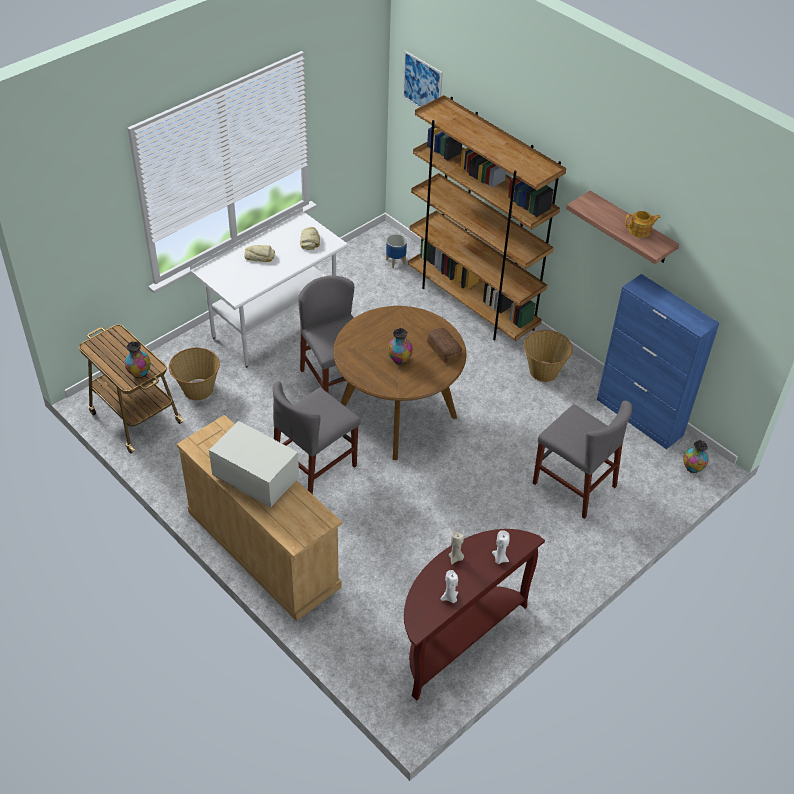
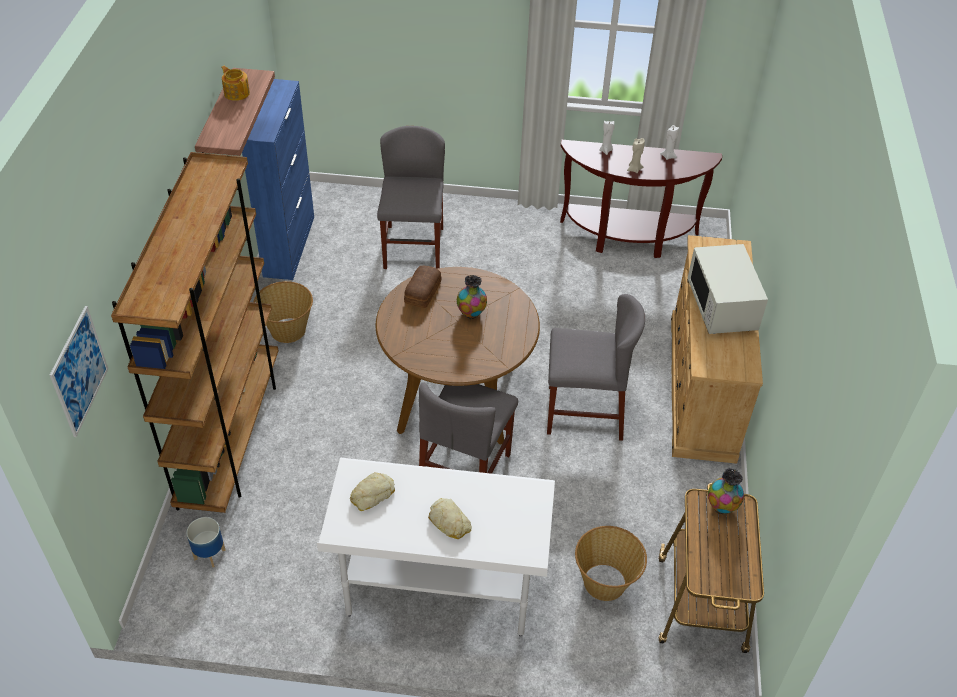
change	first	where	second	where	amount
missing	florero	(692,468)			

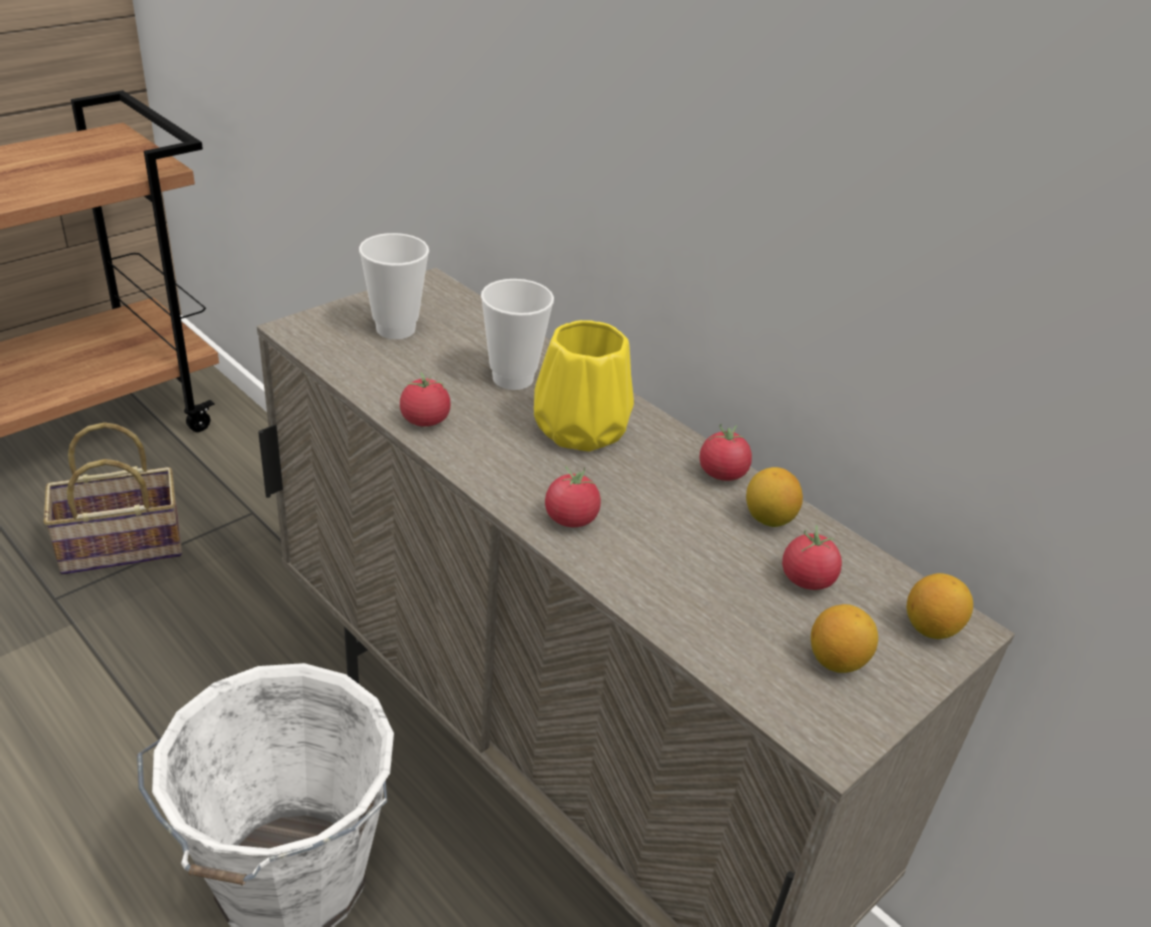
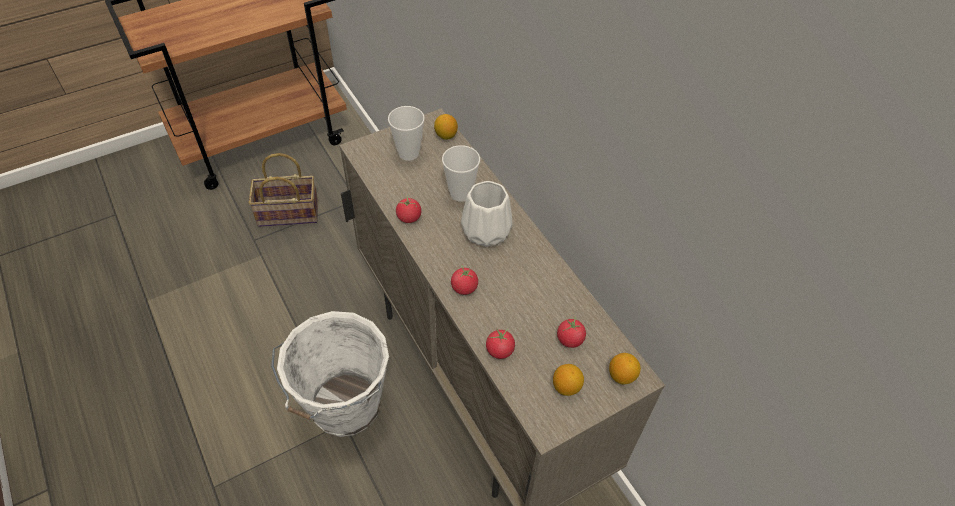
change	first	where	second	where	amount
relocated	limón	(768,519)		(446,135)	
colour	florero/amarillo	(577,429)	florero/blanco	(484,231)	
relocated	tomate	(722,474)		(499,350)	

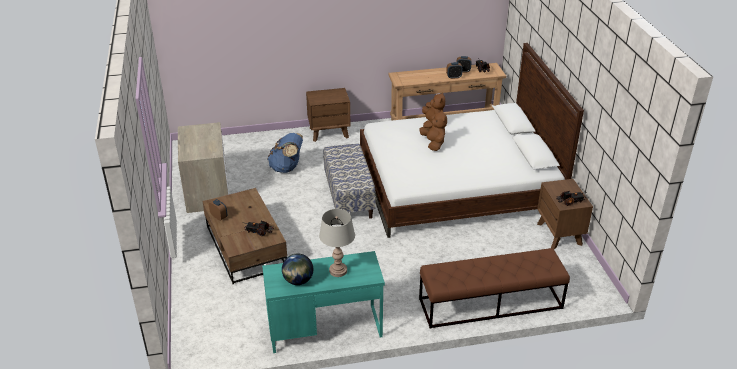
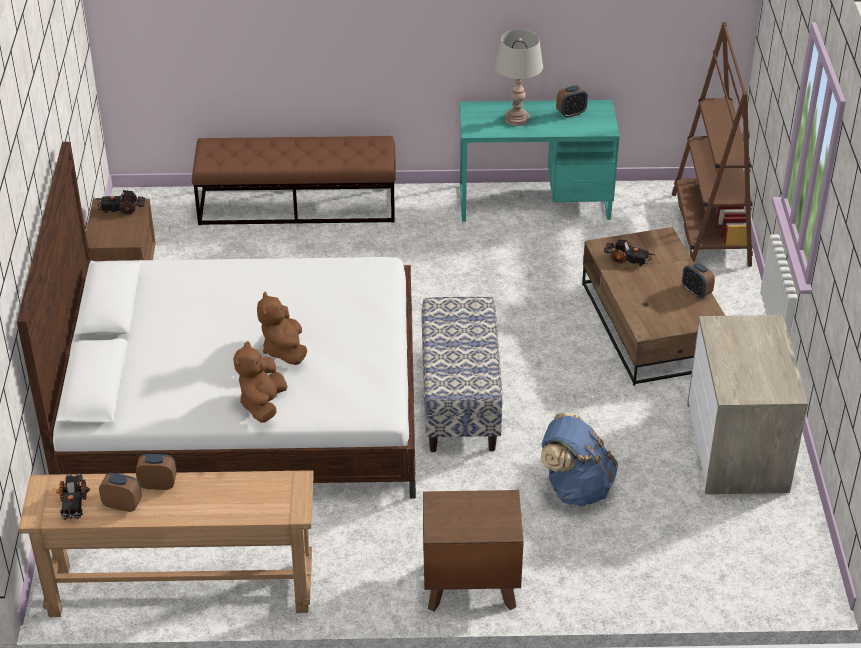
change	first	where	second	where	amount
exchanged	globo terráqueo	(298,281)	despertador	(571,113)	
appeared			estantería/marrón	(710,230)	

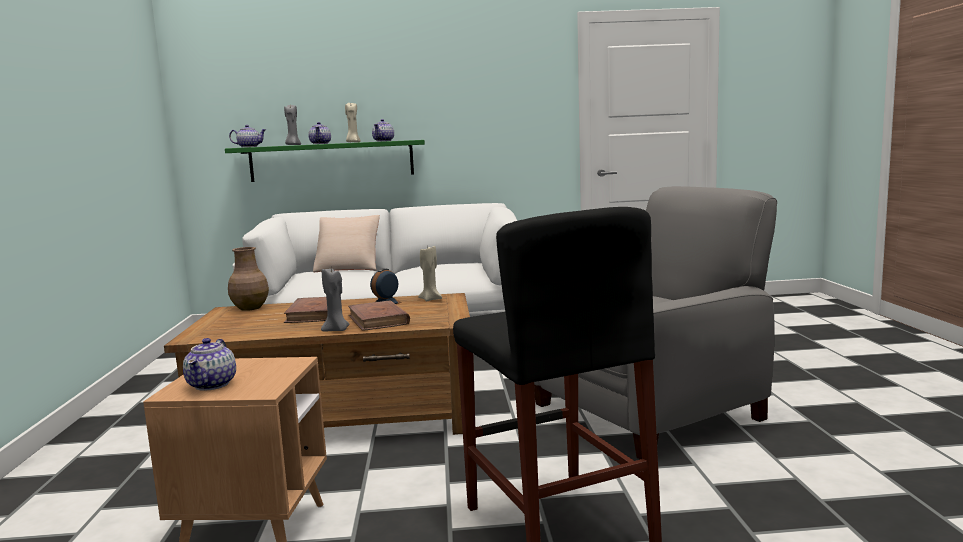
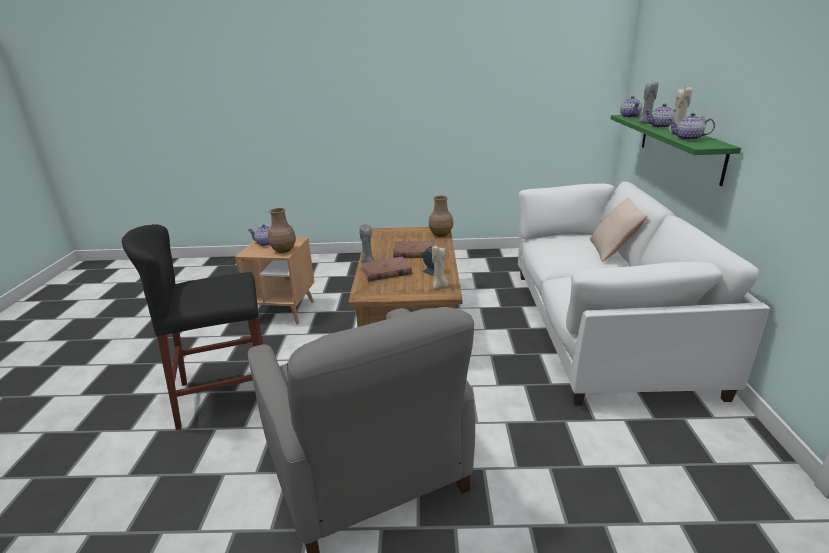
change	first	where	second	where	amount
appeared			florero/marrón	(283,250)	

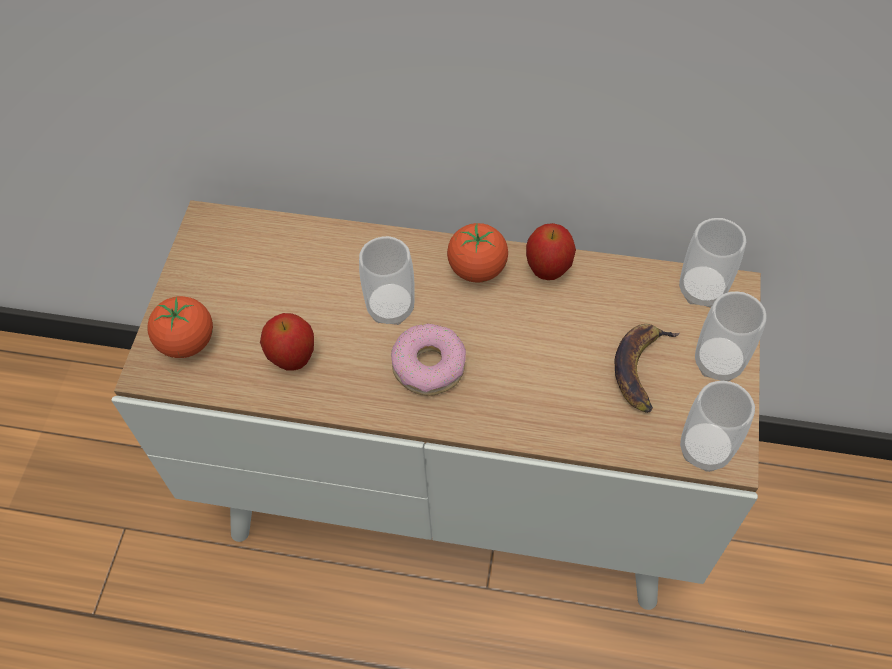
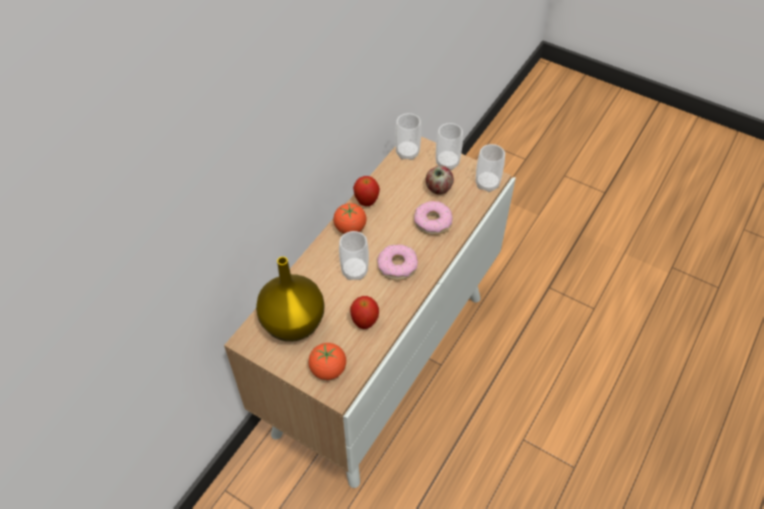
change	first	where	second	where	amount
appeared			florero/amarillo	(292,323)	
appeared			rosquilla	(433,222)	
exchanged	plátano	(642,369)	manzana	(438,189)	

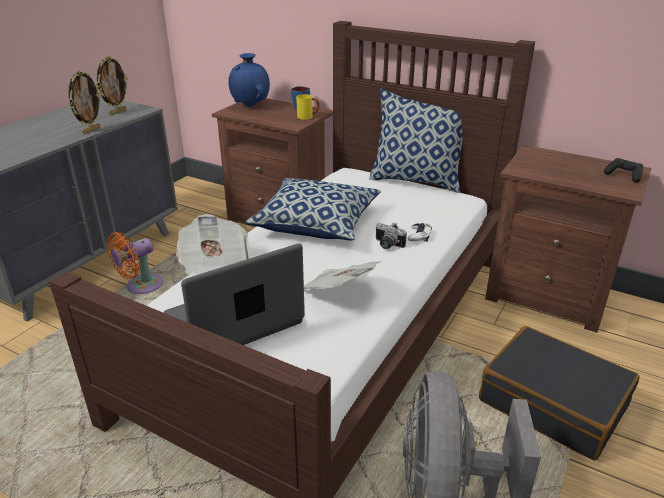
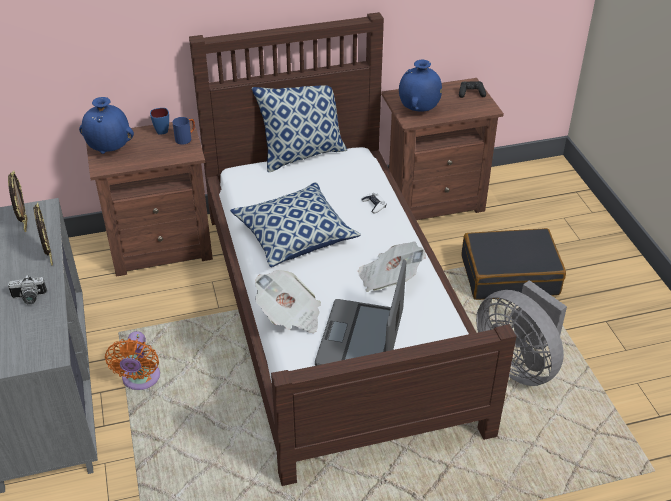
change	first	where	second	where	amount
relocated	cámara	(387,245)		(29,298)	
colour	taza grande/amarillo	(308,117)	taza grande/azul	(186,139)	
appeared			florero/azul	(418,110)	

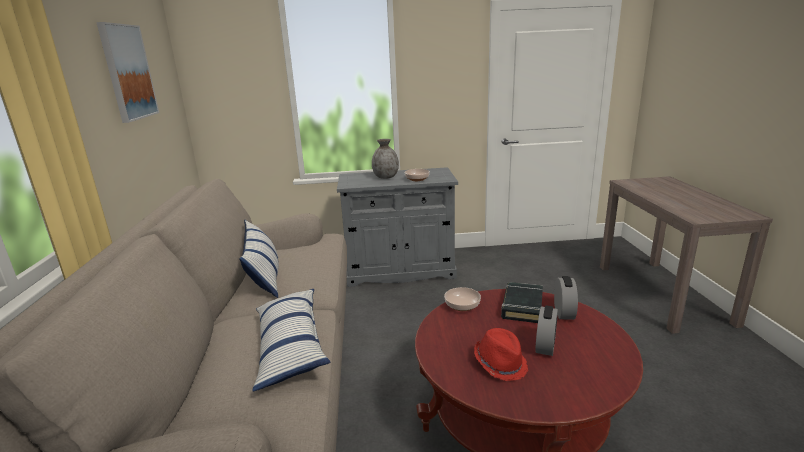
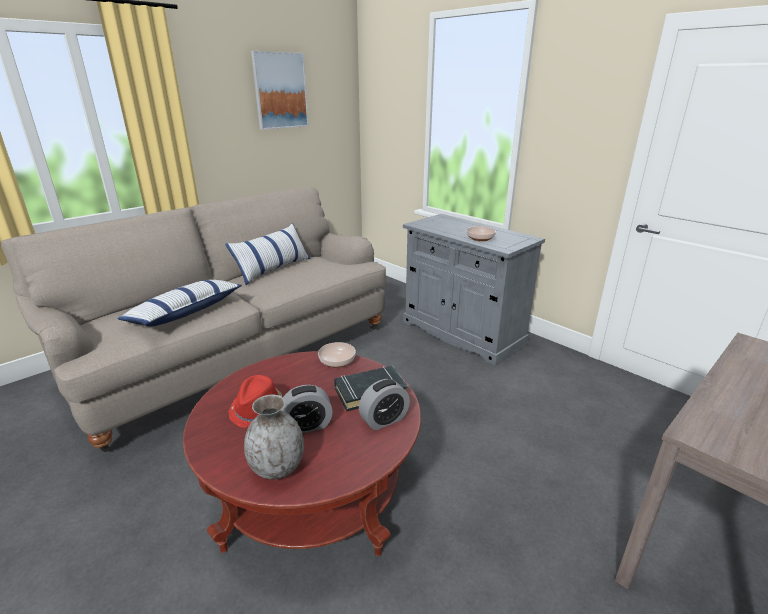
change	first	where	second	where	amount
relocated	florero/gris	(386,177)		(277,468)	

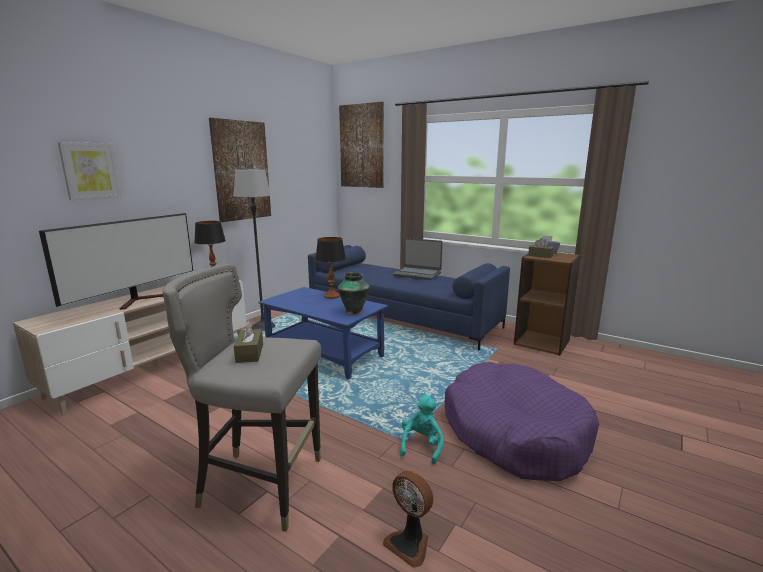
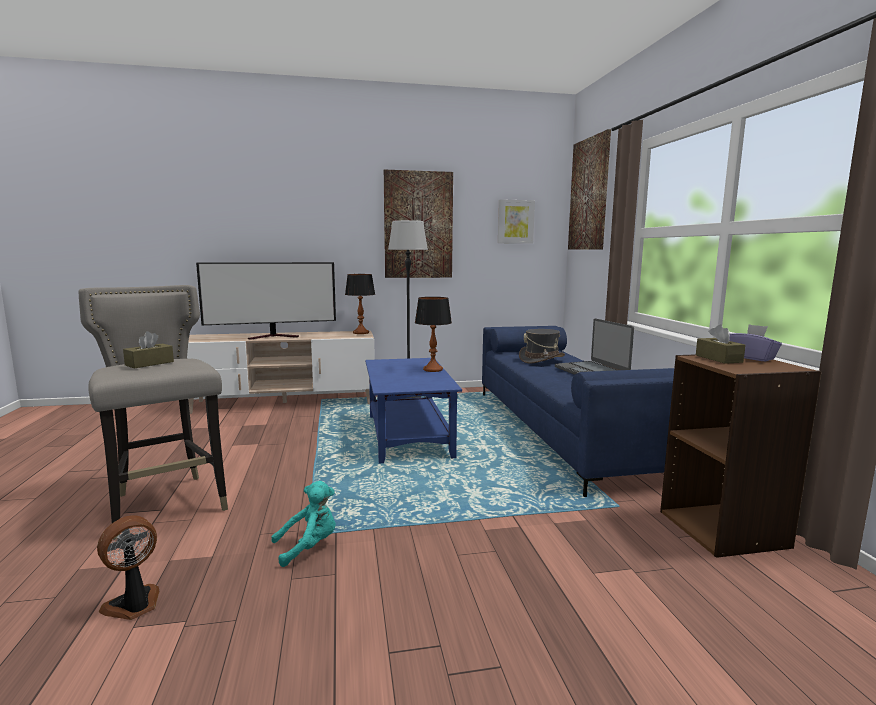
change	first	where	second	where	amount
spun	ventilador	(409,543)		(134,605)	45 degrees clockwise
relocated	cuadro	(90,171)		(515,221)	
appeared			sombrero/gris	(541,359)	
missing	florero	(354,311)			
missing	cama para perro/morado	(514,433)			

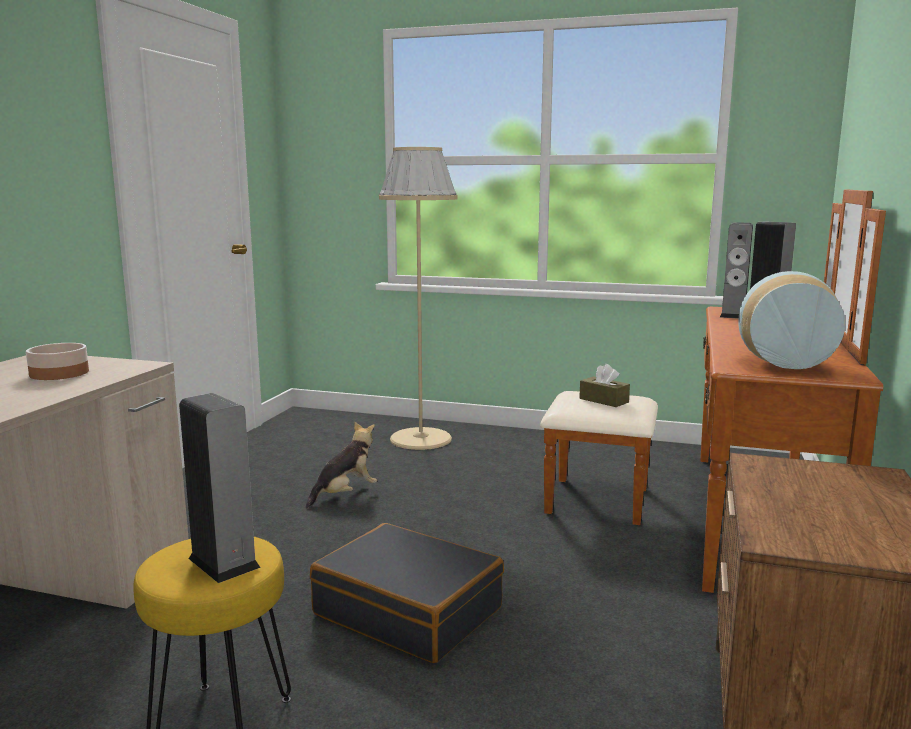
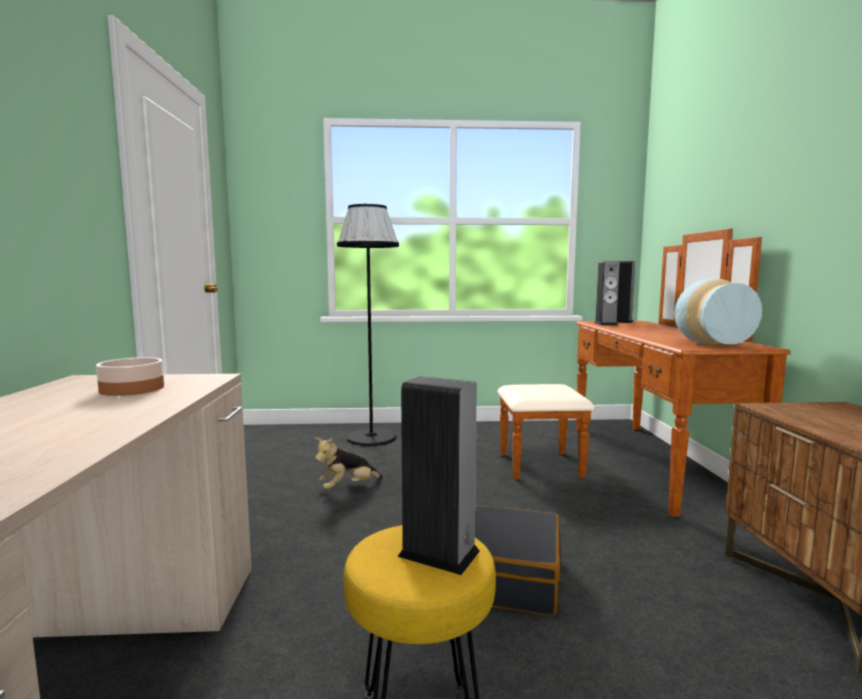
change	first	where	second	where	amount
spun	peluche	(345,494)		(348,487)	150 degrees counterclockwise
colour	lámpara de pie/beis	(420,439)	lámpara de pie/negro	(371,437)	
missing	caja de pañuelos/marrón	(603,400)			

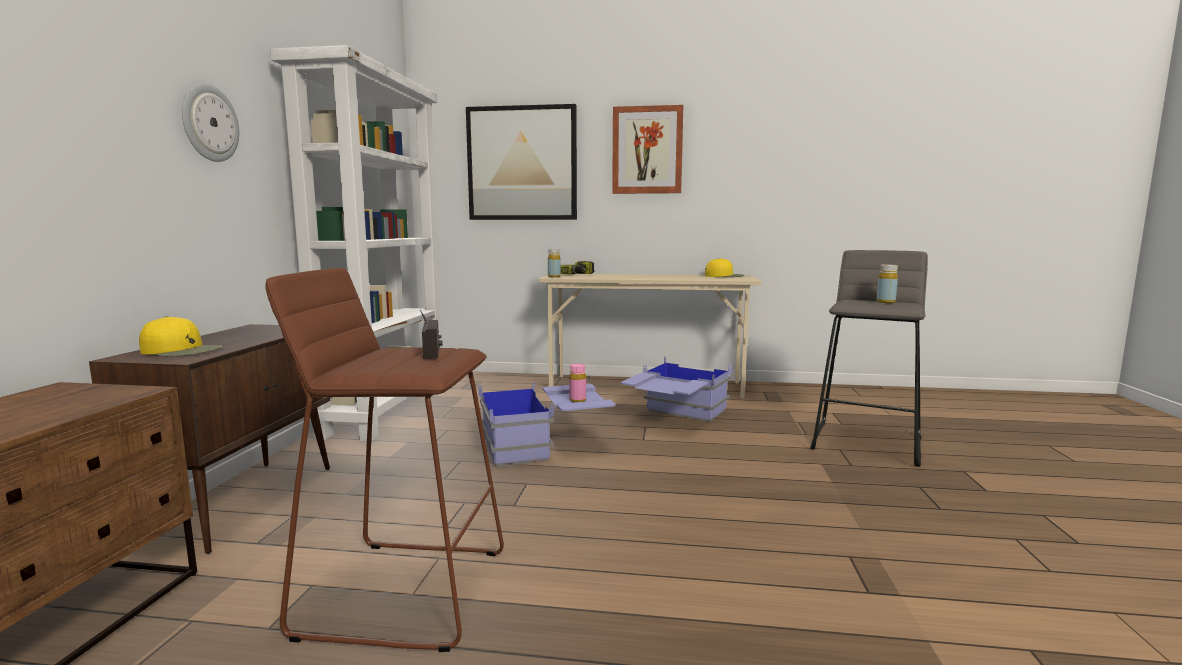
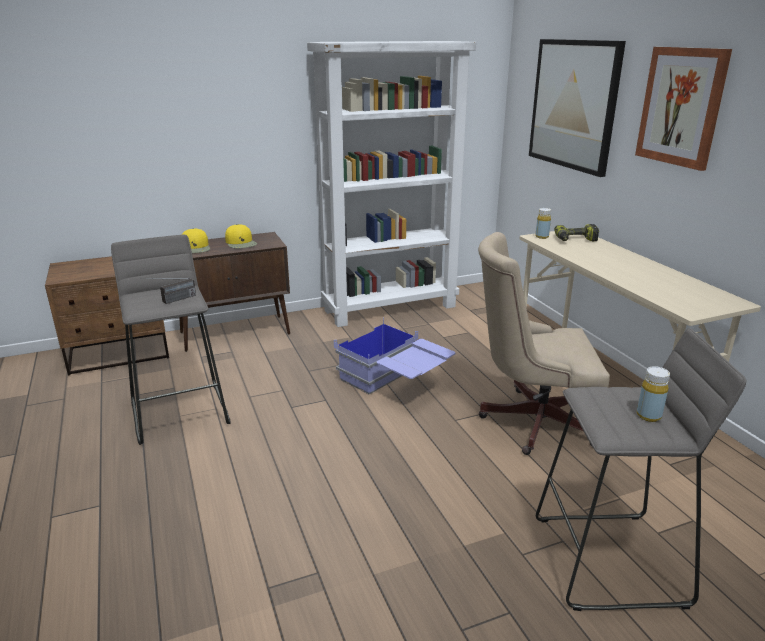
change	first	where	second	where	amount
colour	taburete/marrón	(405,590)	taburete/gris	(181,412)	
relocated	gorra/amarillo	(725,276)		(241,243)	
exchanged	caja de almacenaje/azul	(675,417)	silla de oficina/beis	(530,421)	
missing	reloj de pared	(209,123)			
missing	botella/rosa	(577,400)			

